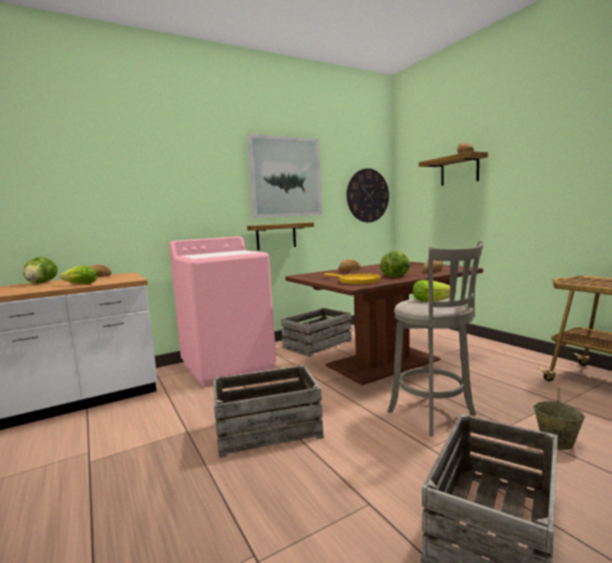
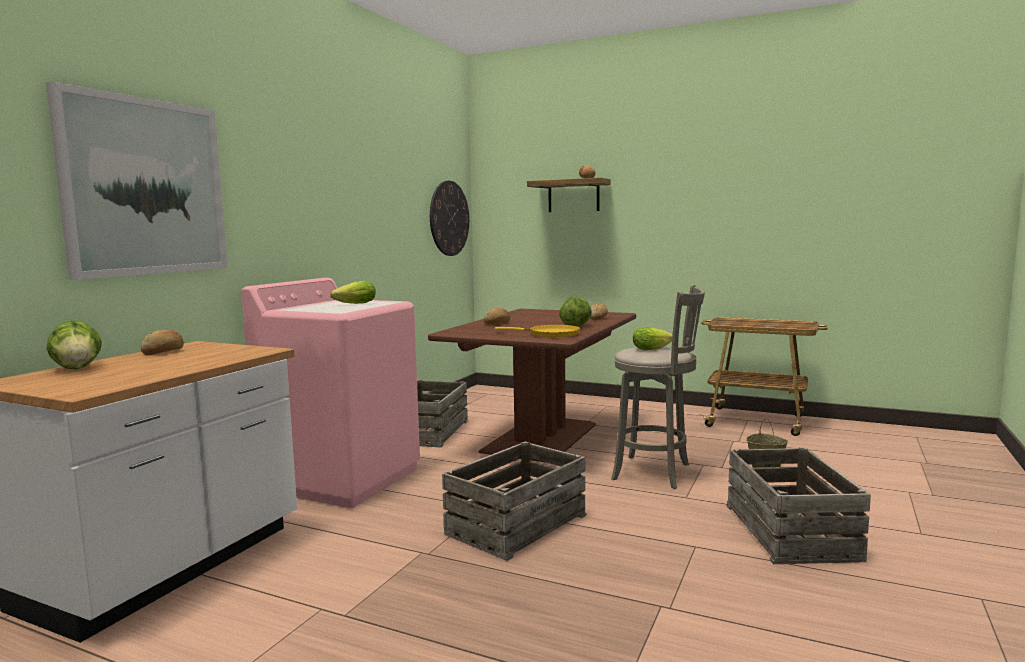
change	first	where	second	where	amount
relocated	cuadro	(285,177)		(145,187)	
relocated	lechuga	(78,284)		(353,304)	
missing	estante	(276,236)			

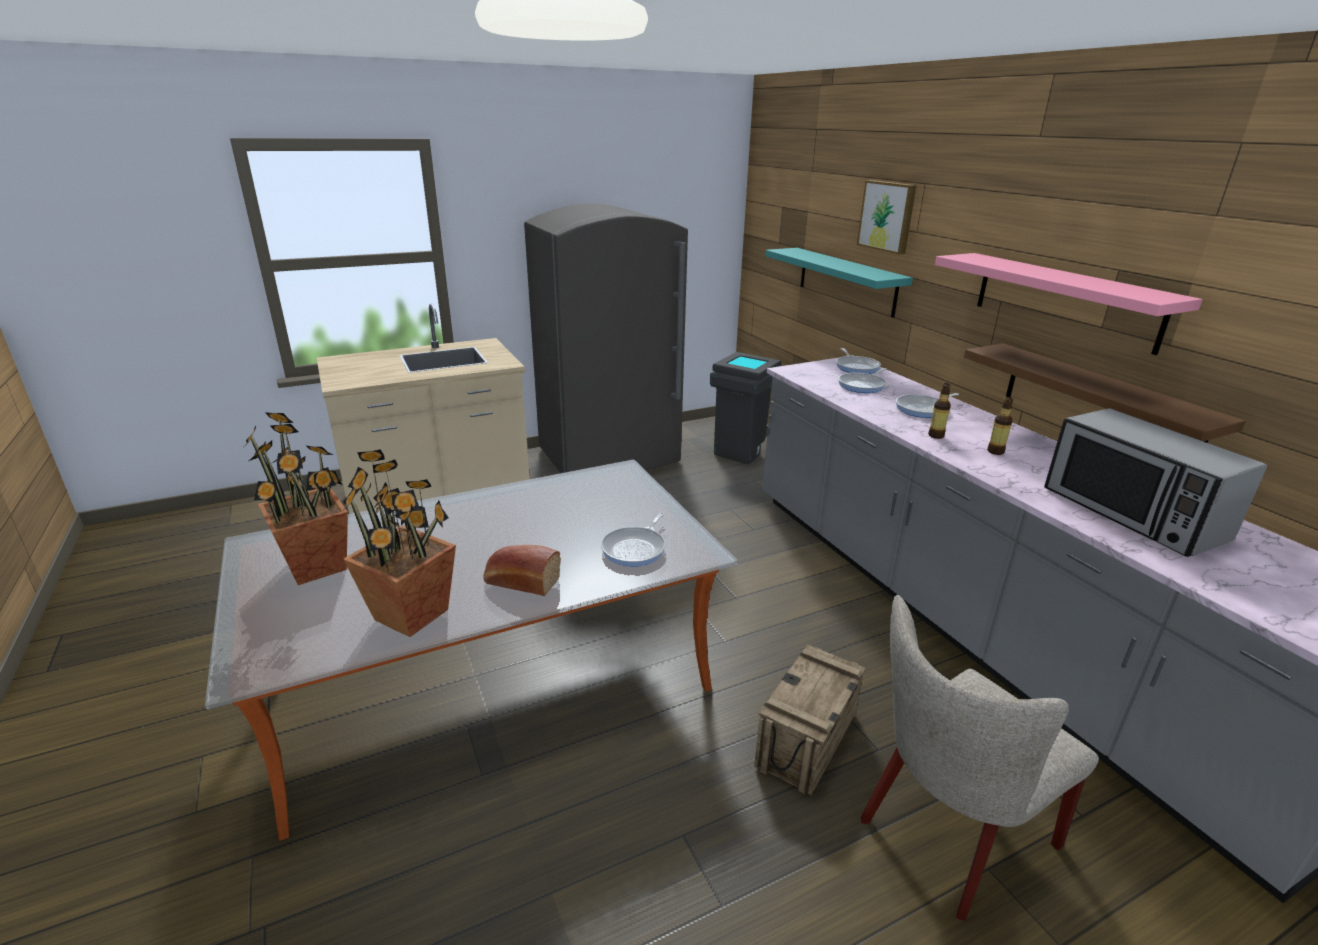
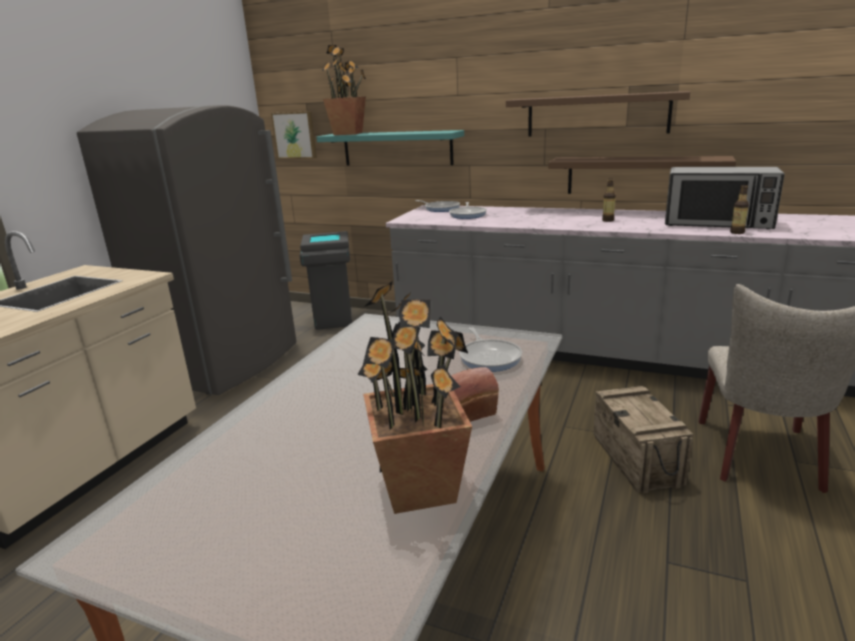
change	first	where	second	where	amount
relocated	cuadro	(888,216)		(295,135)	
relocated	planta en maceta	(317,567)		(348,134)	
colour	estante/rosa	(1065,300)	estante/marrón	(597,115)	
relocated	botella	(936,436)		(737,232)	
missing	sartén	(924,409)			

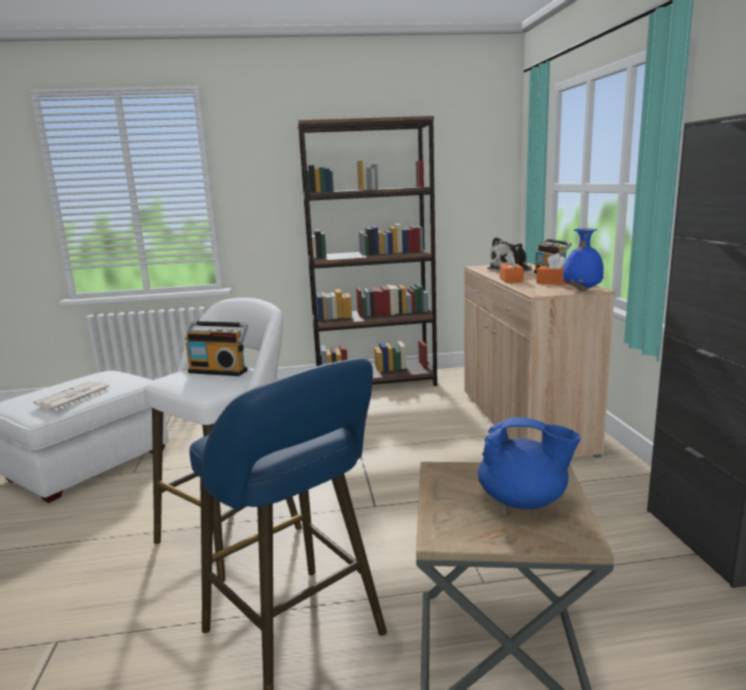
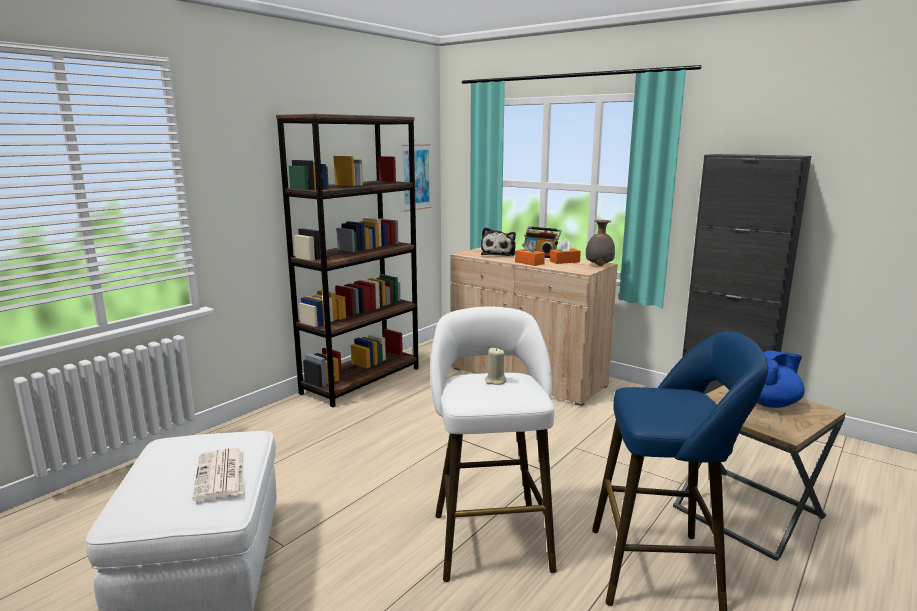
change	first	where	second	where	amount
appeared			cuadro	(416,177)	
exchanged	radio	(219,371)	vela/beis	(495,381)	
colour	florero/azul	(581,290)	florero/gris	(598,265)	

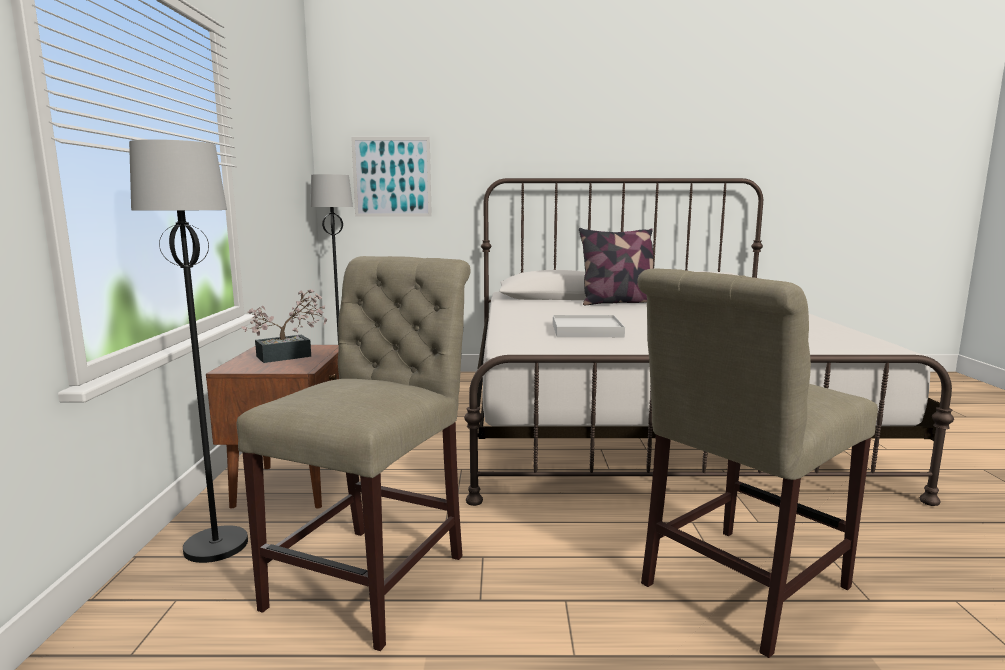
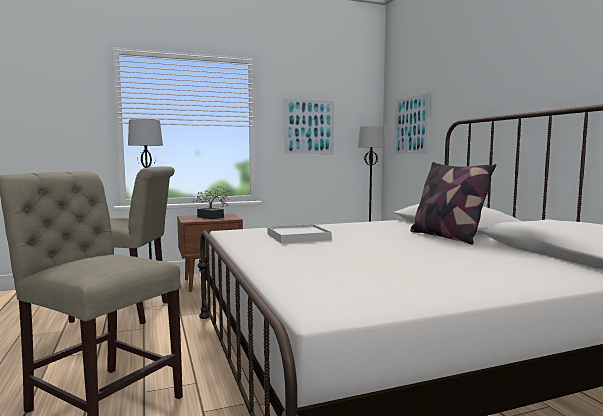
change	first	where	second	where	amount
appeared			cuadro	(309,127)	

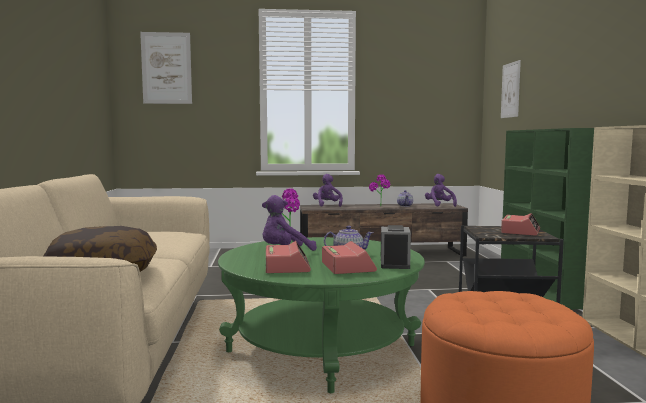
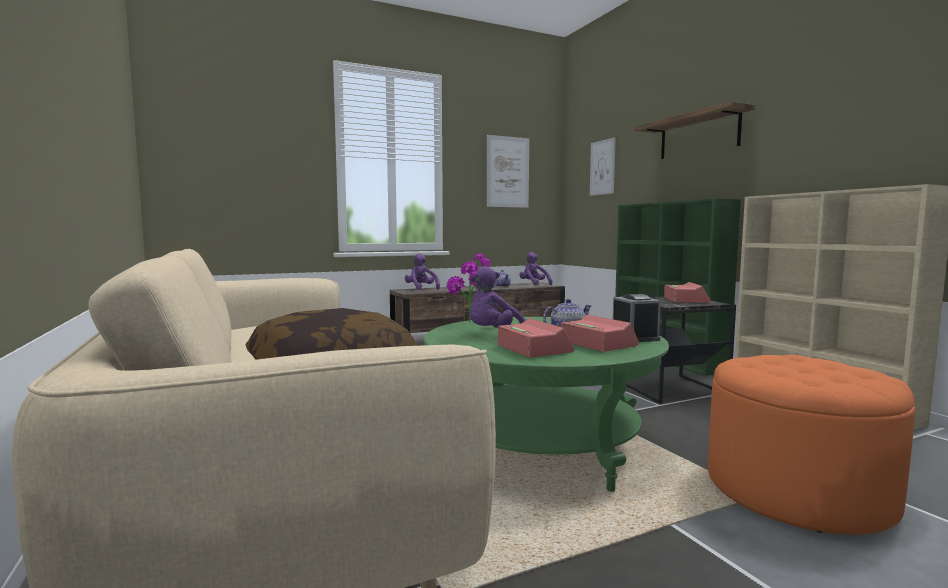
change	first	where	second	where	amount
relocated	cuadro	(166,68)		(507,172)	
appeared			estante	(698,135)	

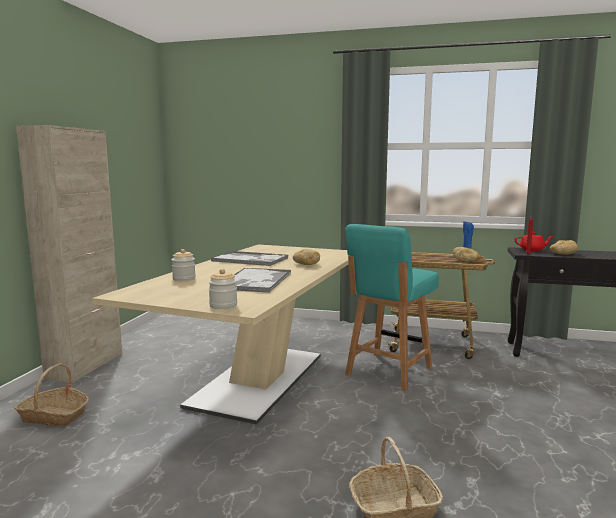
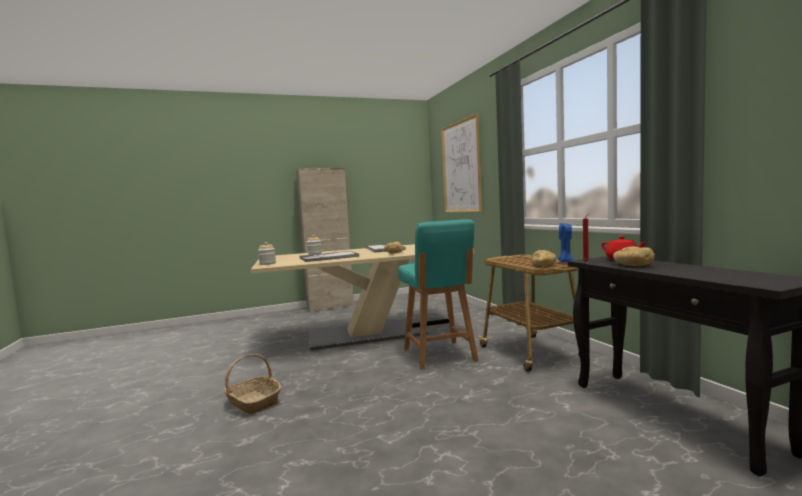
change	first	where	second	where	amount
spun	silla/turquesa	(388,372)		(439,355)	105 degrees counterclockwise
appeared			cuadro	(461,167)	
missing	cesta	(54,416)			

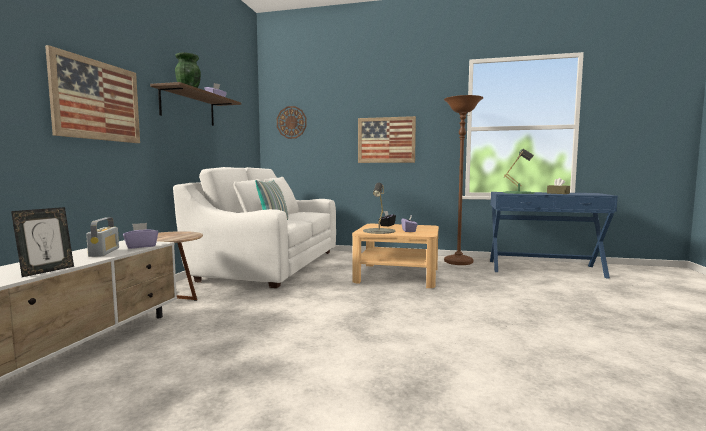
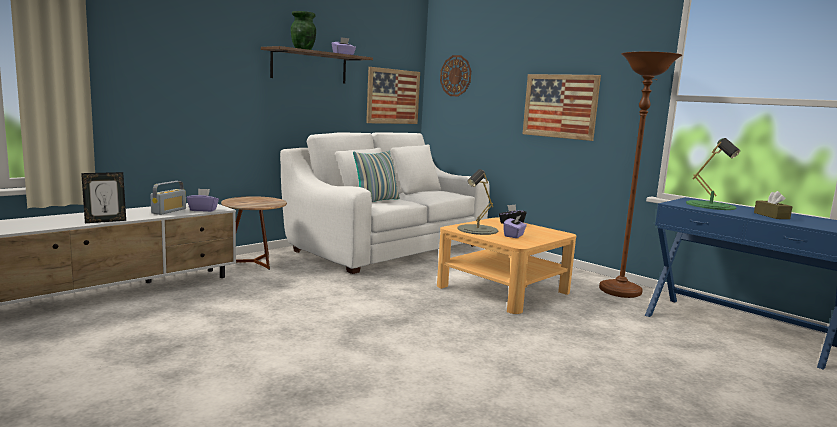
change	first	where	second	where	amount
relocated	cuadro	(97,100)		(393,96)	

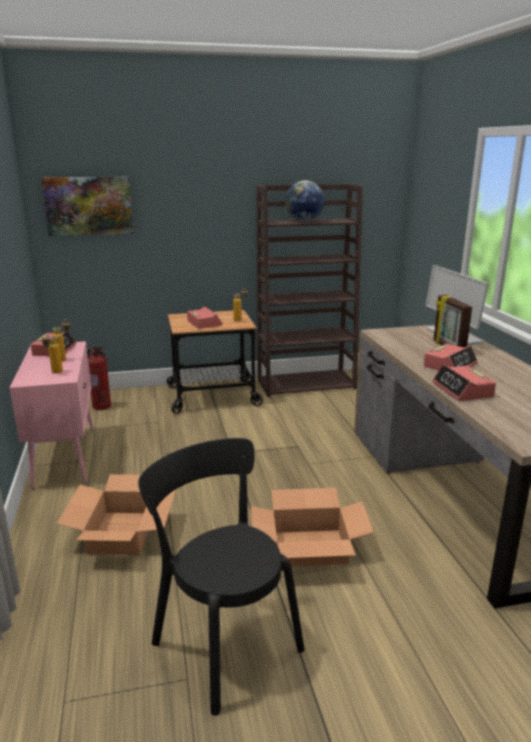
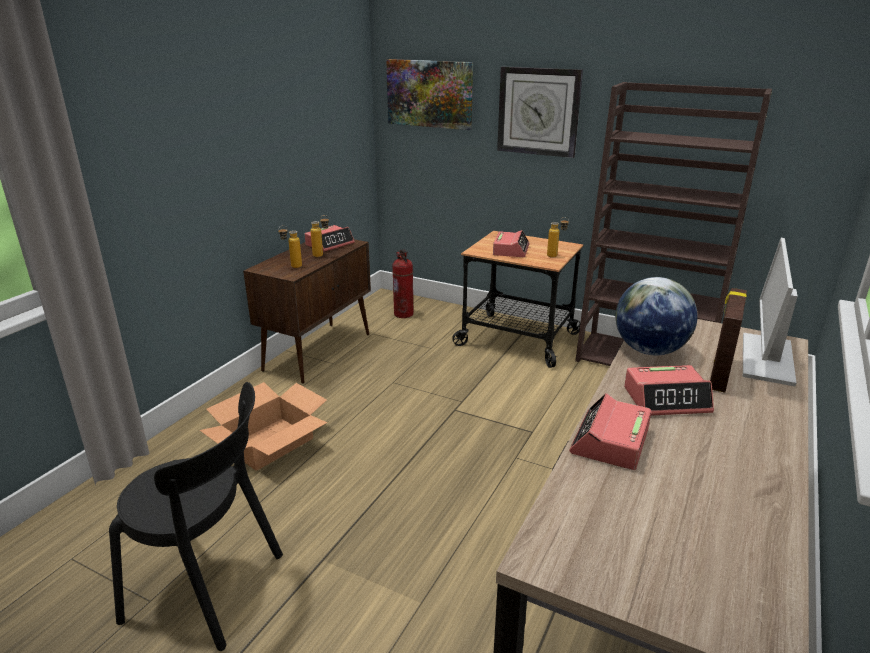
change	first	where	second	where	amount
spun	silla/negro	(223,641)		(211,589)	105 degrees clockwise
colour	armario/rosa	(65,456)	armario/marrón	(318,351)	
appeared			reloj de pared	(538,111)	
relocated	globo terráqueo	(304,221)		(649,350)	
missing	caja de cartón	(309,548)			

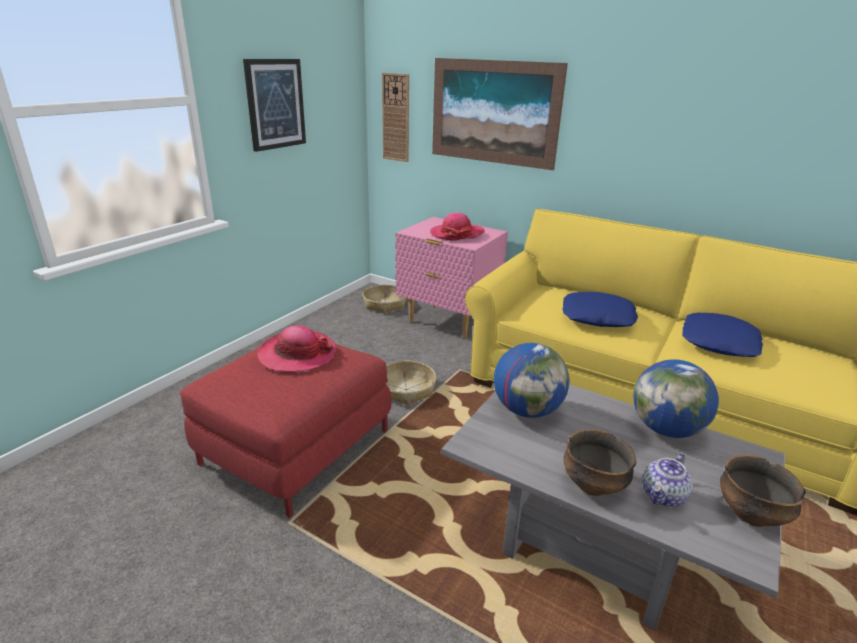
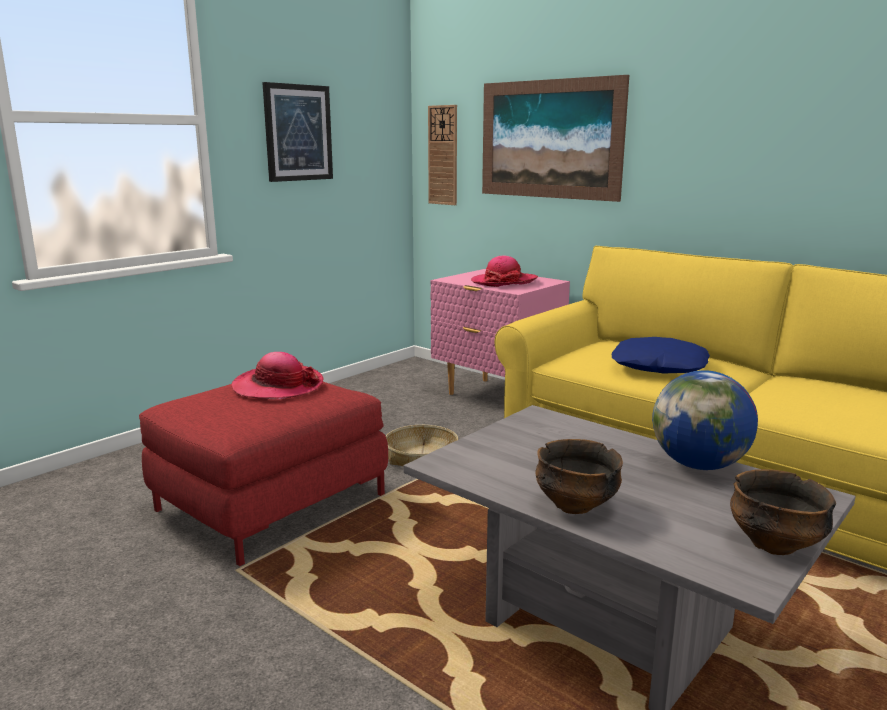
change	first	where	second	where	amount
missing	cesta	(384,304)			
missing	globo terráqueo	(527,410)			
missing	tetera	(663,496)			
missing	cojín/azul	(719,342)			

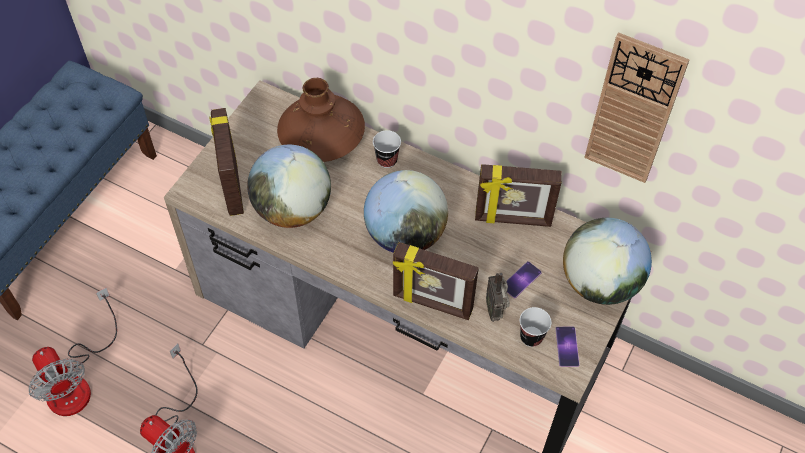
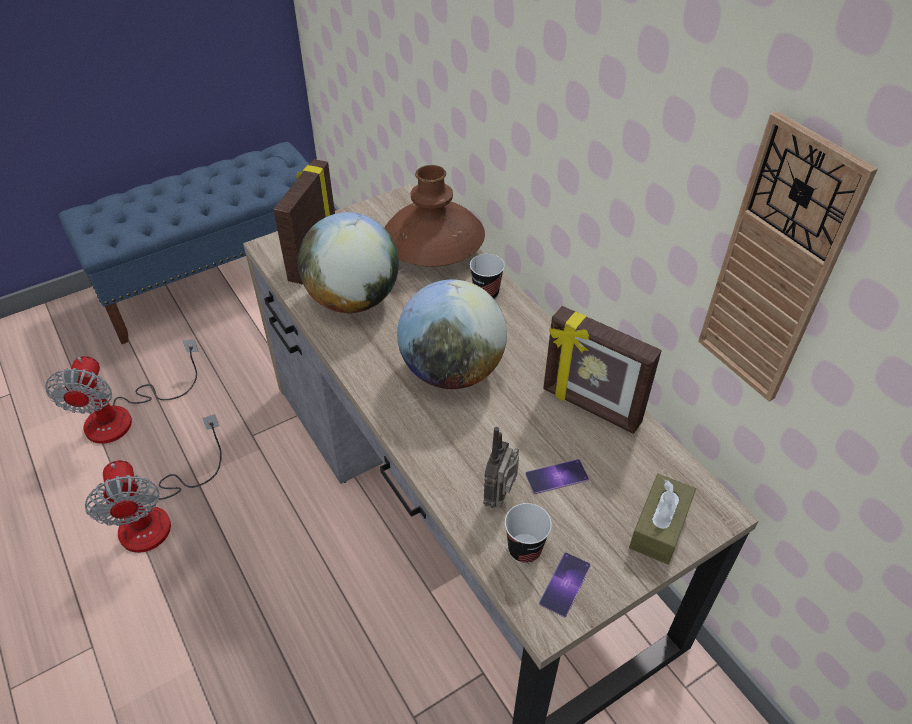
change	first	where	second	where	amount
exchanged	globo terráqueo	(599,283)	caja de pañuelos/marrón	(659,526)	
missing	portarretratos	(432,303)			

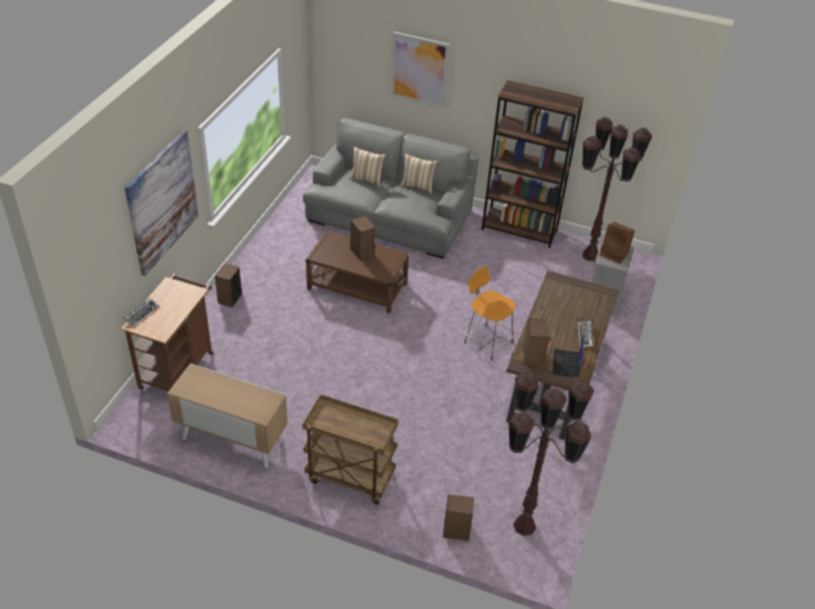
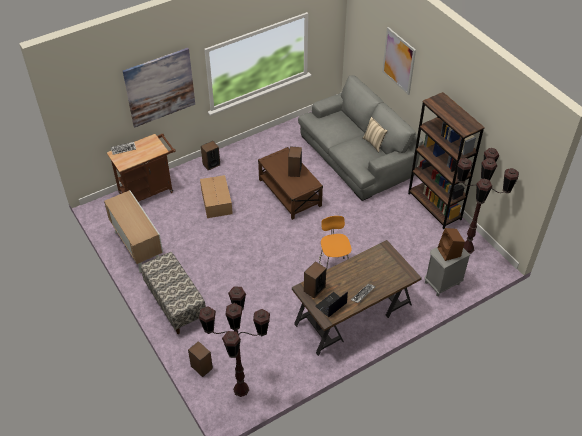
change	first	where	second	where	amount
exchanged	carrito/marrón	(349,477)	banco	(175,303)	
appeared			caja de cartón	(216,202)	
missing	cojín/beis	(367,179)			

